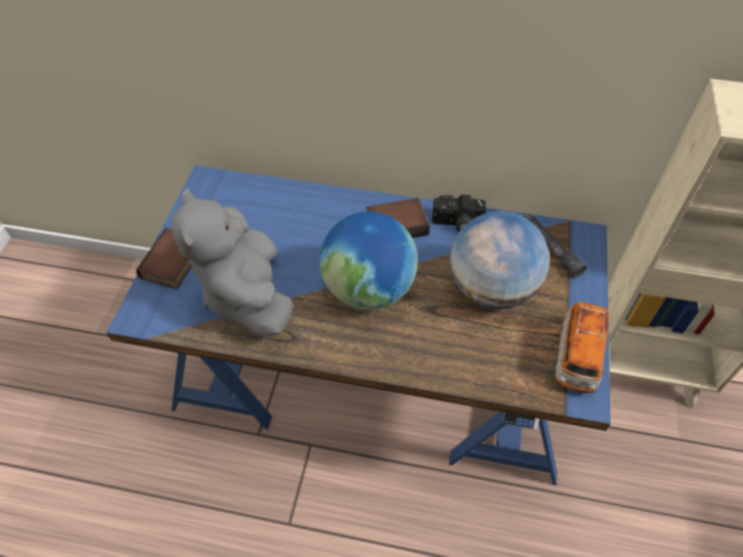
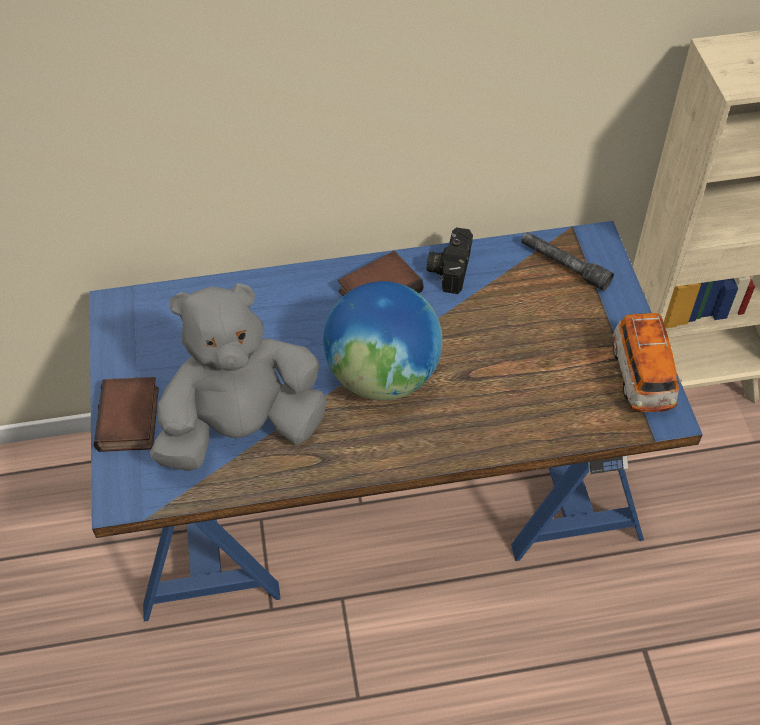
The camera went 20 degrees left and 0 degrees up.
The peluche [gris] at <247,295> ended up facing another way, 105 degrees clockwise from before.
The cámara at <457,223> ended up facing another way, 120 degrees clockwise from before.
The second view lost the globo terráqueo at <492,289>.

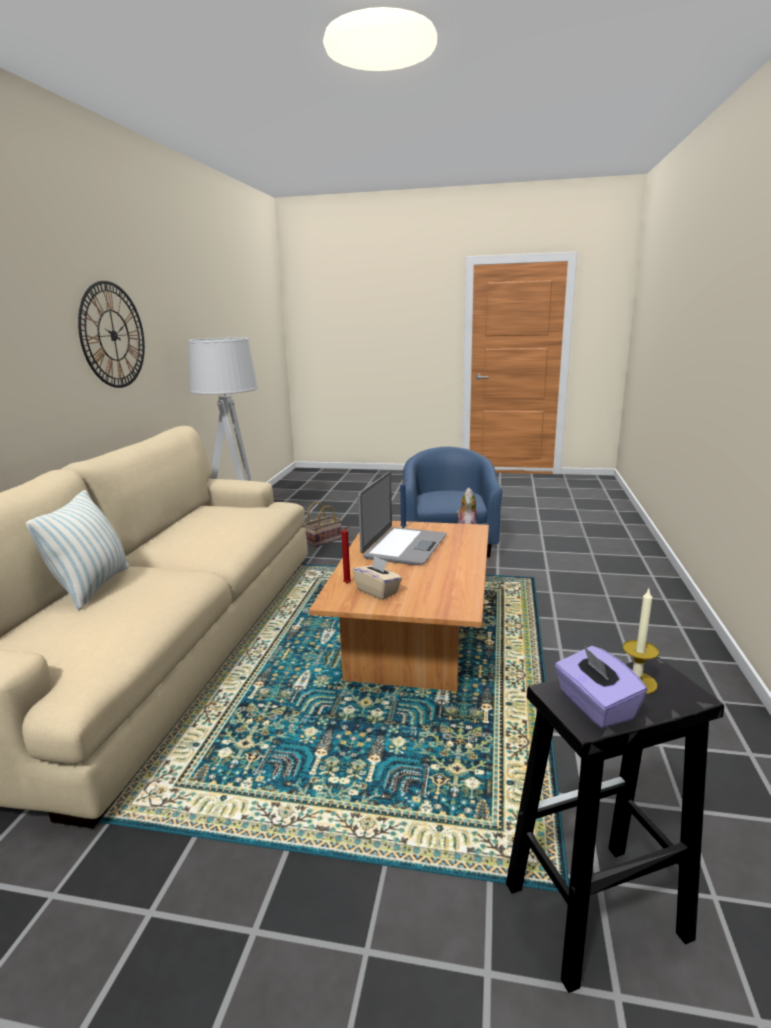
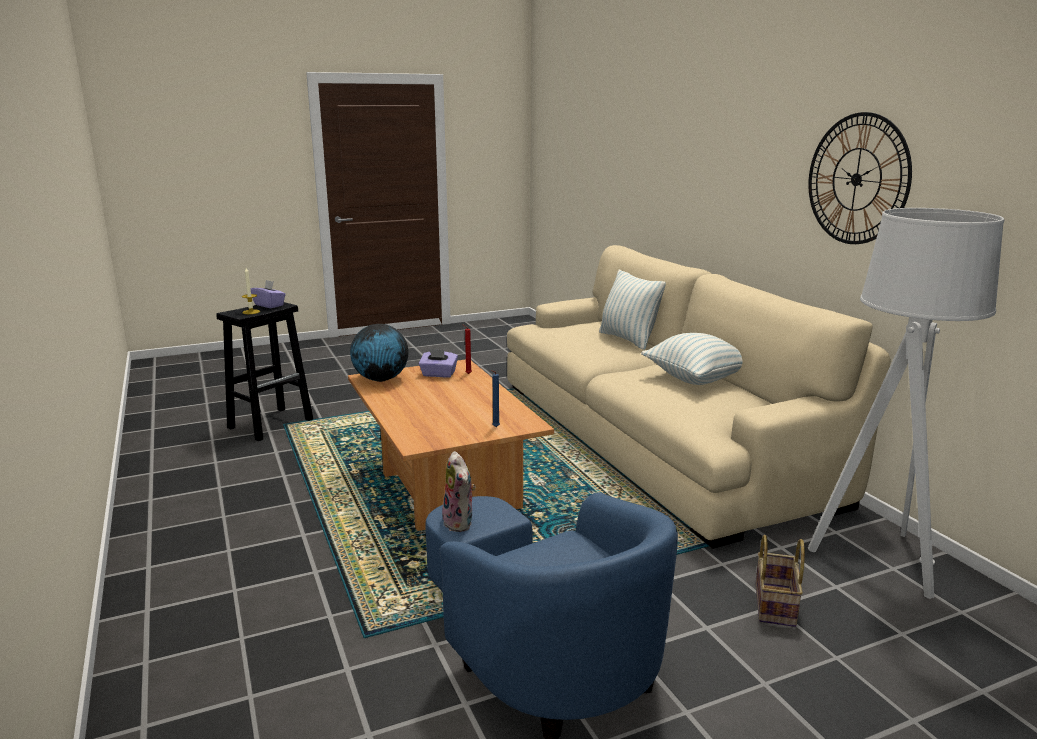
The camera went 145 degrees right and 0 degrees up.
The second view lost the portátil at <404,547>.
What was the caja de pañuelos [beis] at <378,591> turned into the caja de pañuelos [morado] at <438,374>.
The second view gained the globo terráqueo at <380,379>.
The second view gained the cojín at <696,379>.

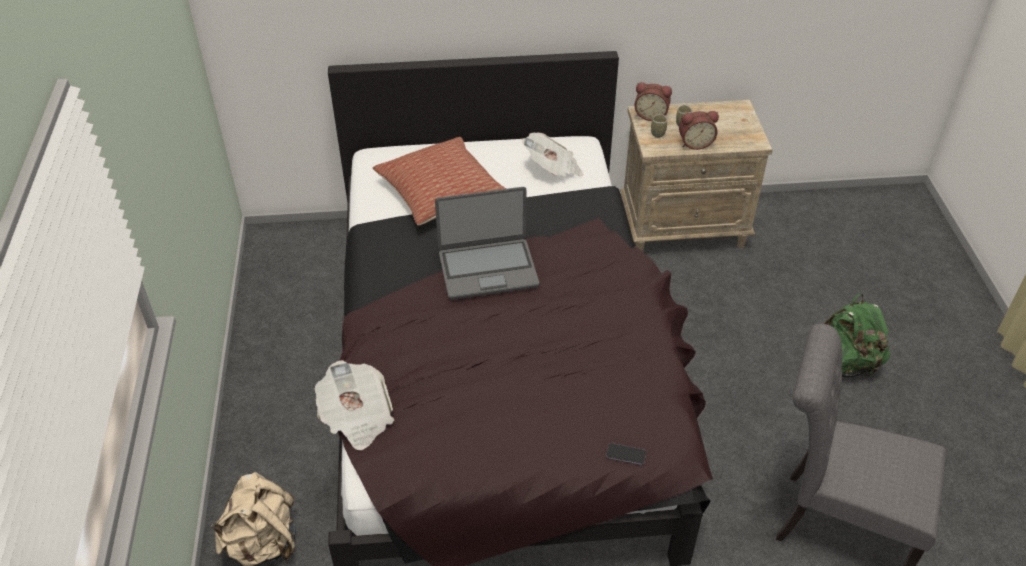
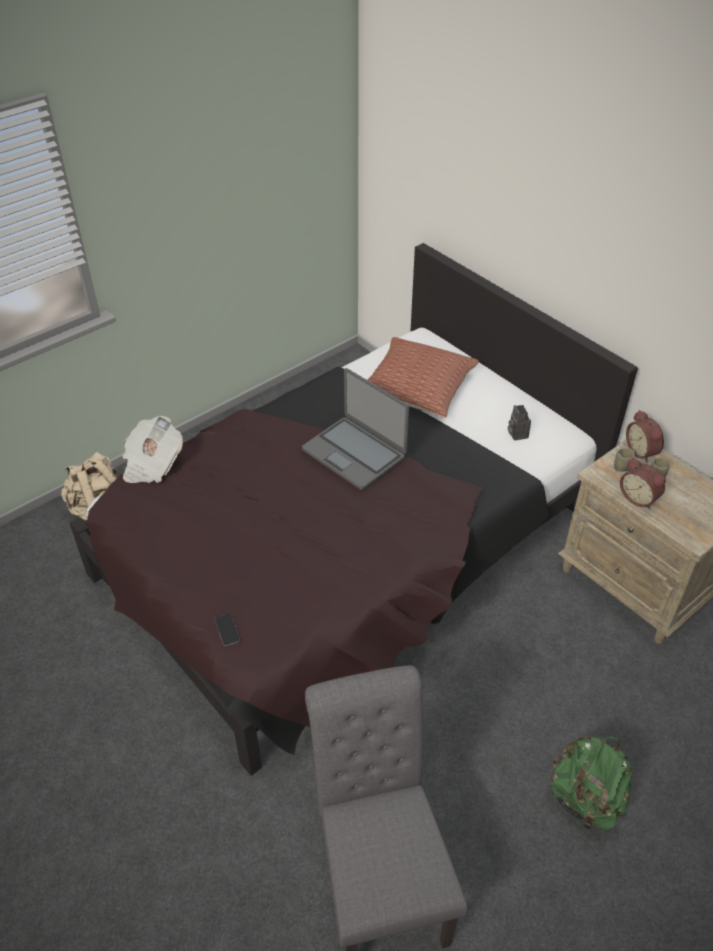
The camera went 55 degrees right and 0 degrees up.
Where the periódico stood at <553,169>, the cámara came to stand at <516,433>.

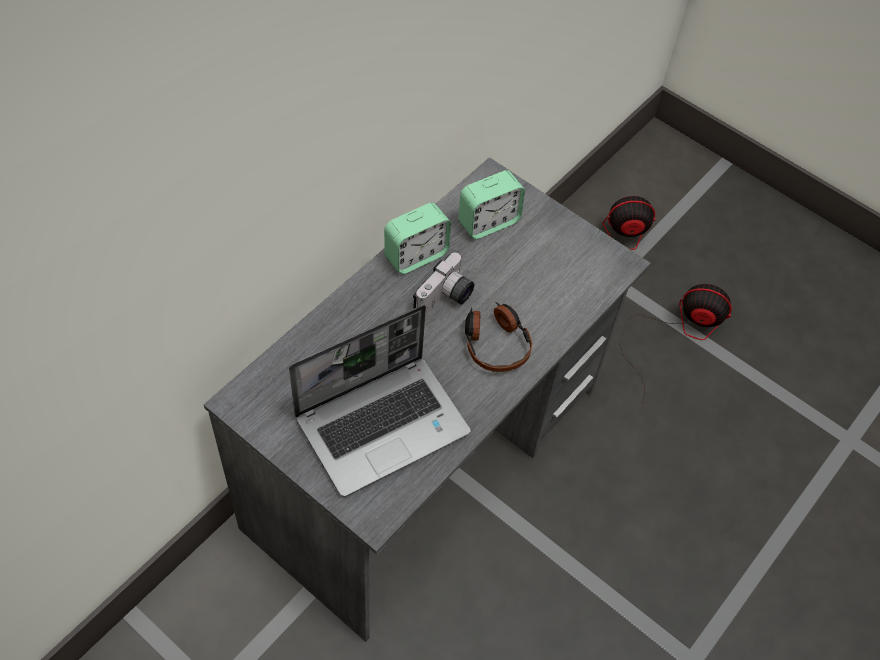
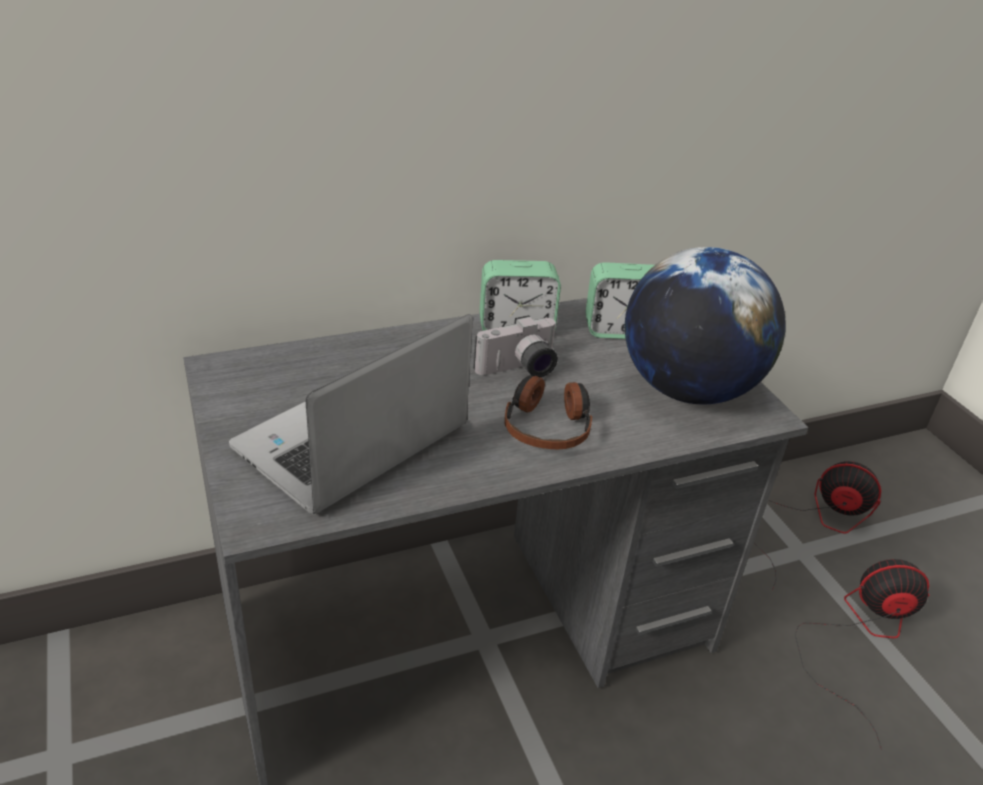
The camera went 30 degrees right and 20 degrees down.
The ventilador at <676,333> ended up facing another way, 45 degrees counterclockwise from before.
The portátil at <383,423> ended up facing another way, 135 degrees clockwise from before.
The second view gained the globo terráqueo at <687,389>.

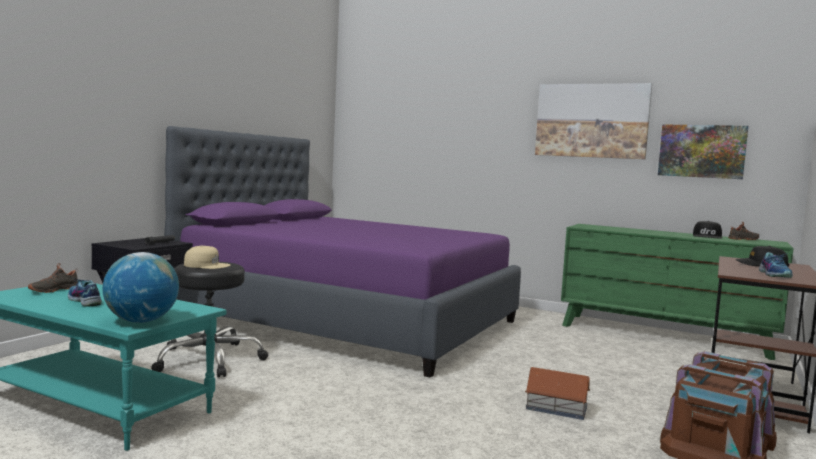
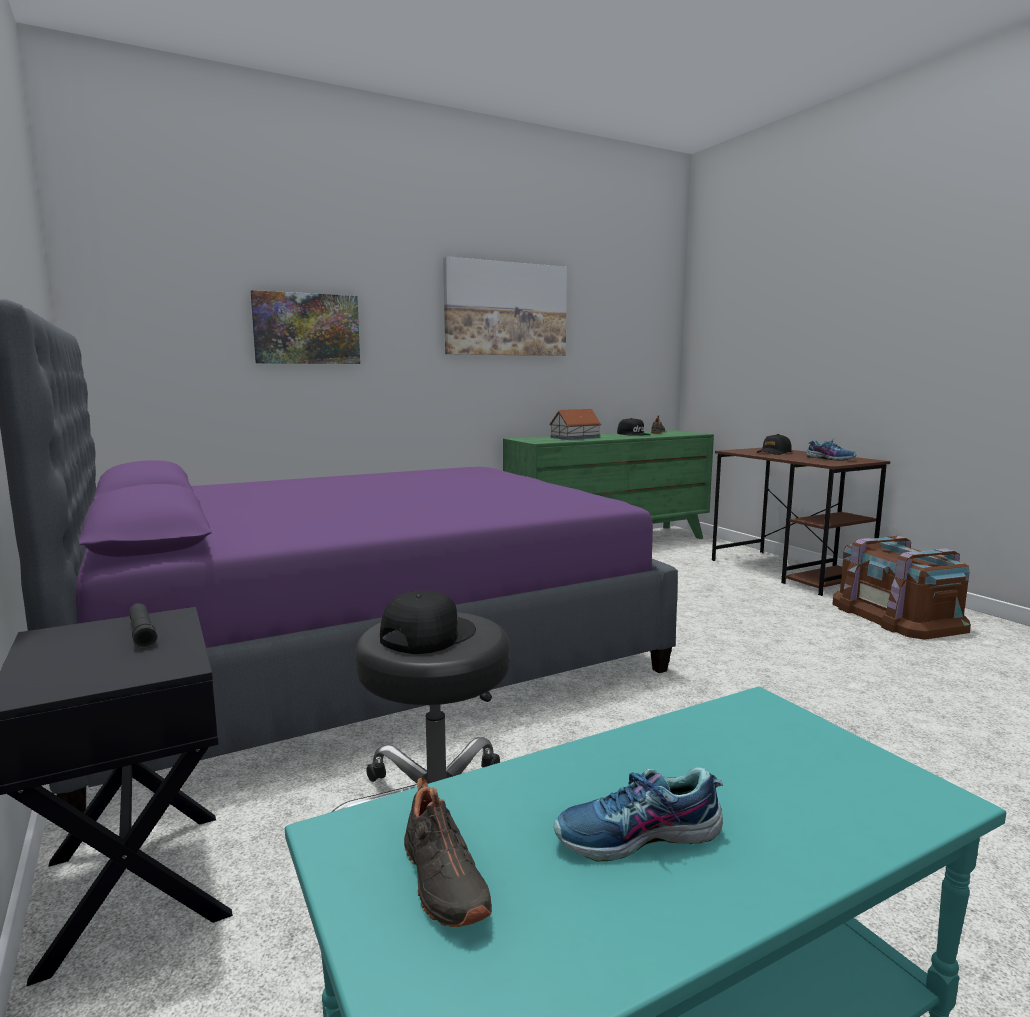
The camera went 55 degrees left and 5 degrees up.
The cuadro ended up elsewhere, having gone from <701,151> to <306,329>.
What was the gorra [beis] at <206,265> turned into the gorra [negro] at <427,635>.
The second view lost the globo terráqueo at <141,321>.
The casita ended up elsewhere, having gone from <557,408> to <575,437>.

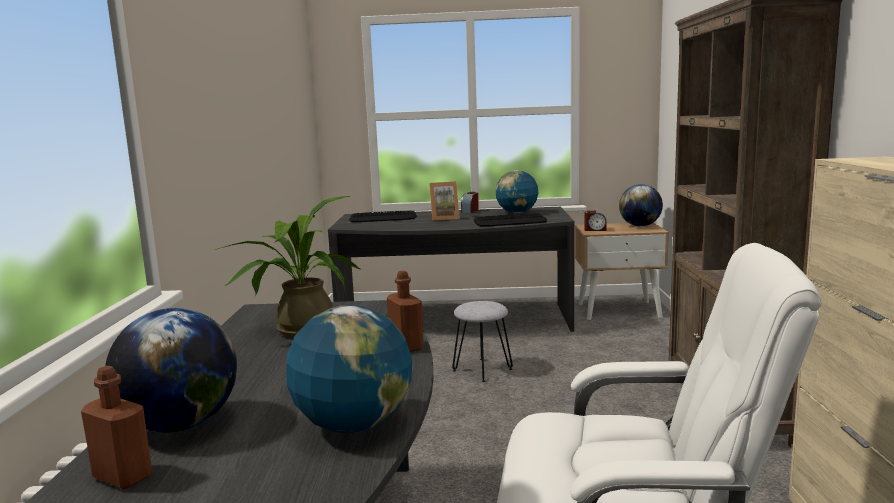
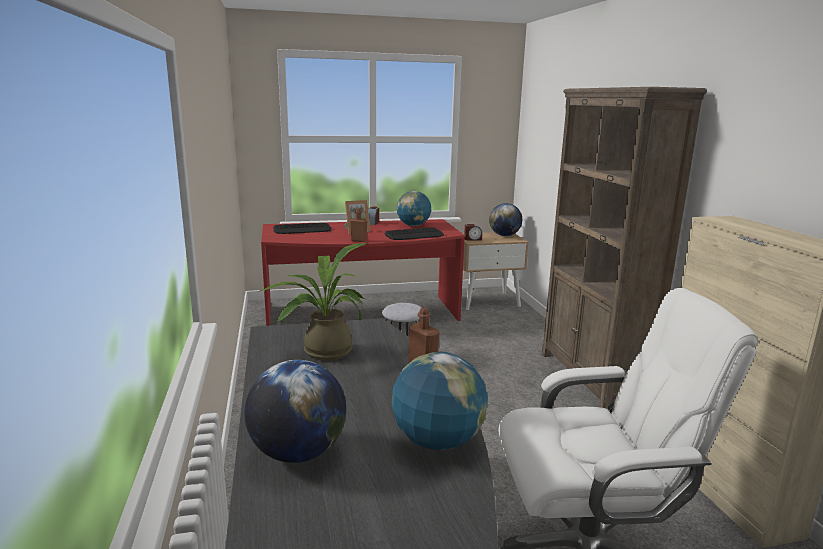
The camera went 15 degrees left and 5 degrees up.
What was the escritorio [gris] at <455,322> turned into the escritorio [rojo] at <362,315>.
The botella [marrón] ended up elsewhere, having gone from <123,477> to <358,240>.

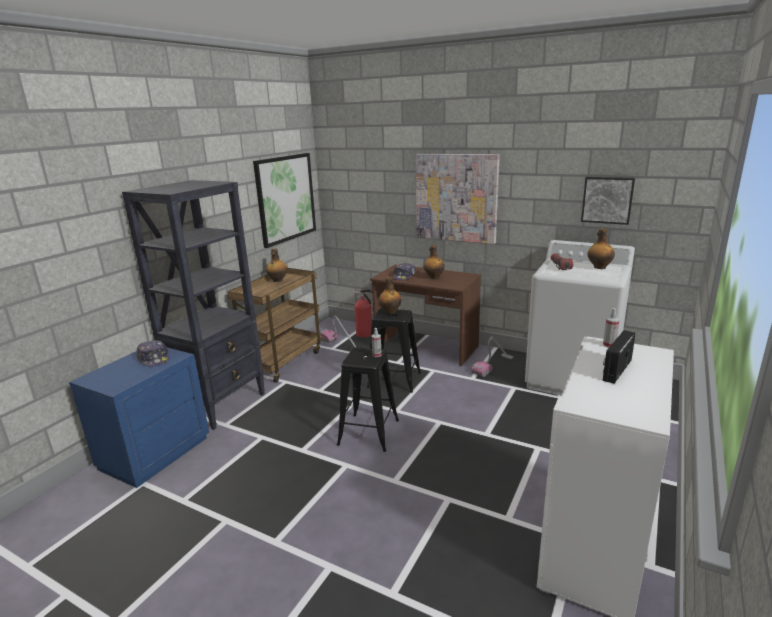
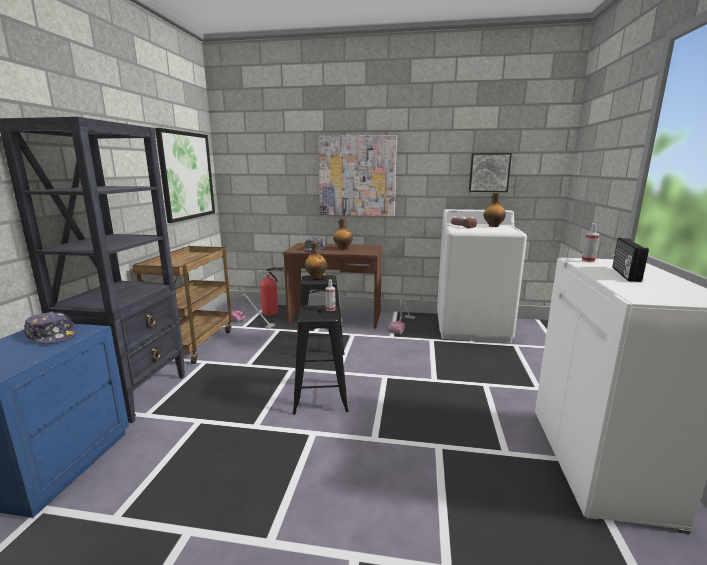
The camera went 20 degrees left and 5 degrees down.
The second view lost the botella at <277,280>.

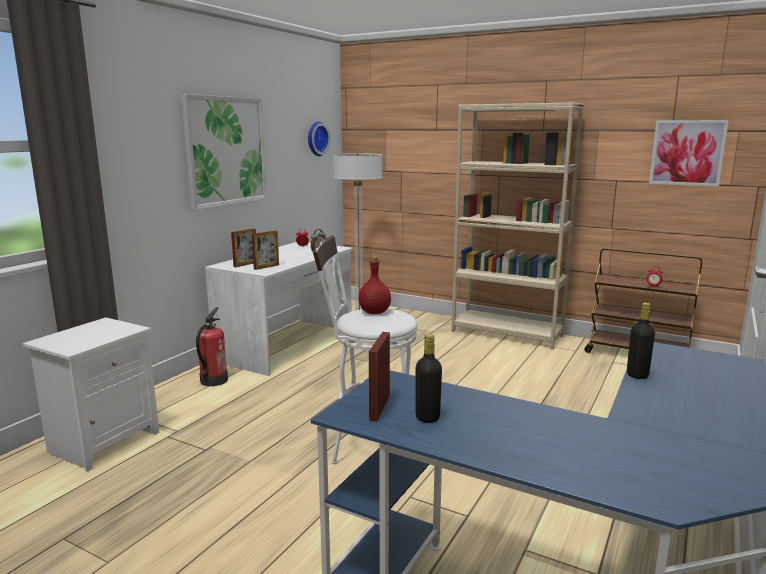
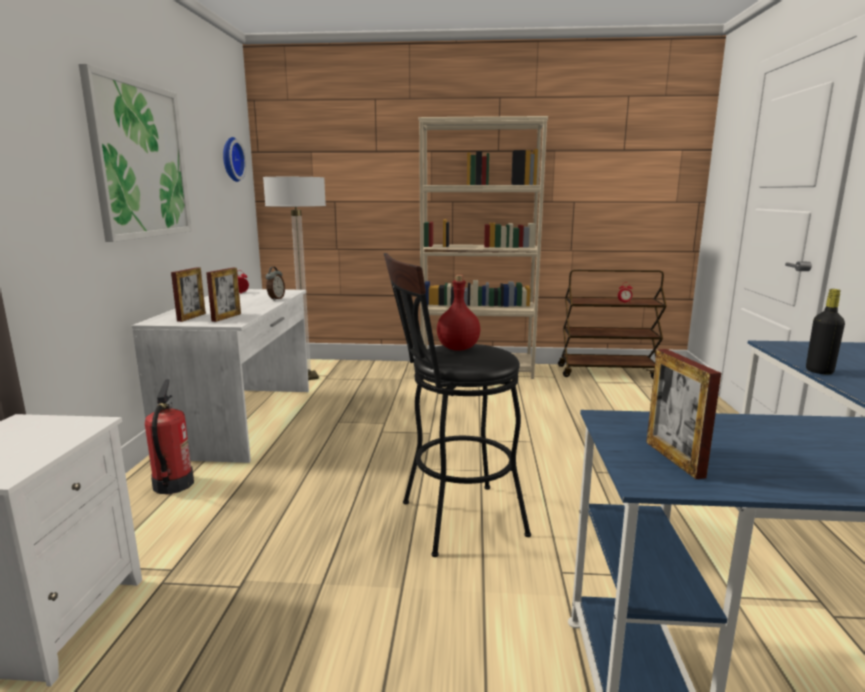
The camera went 25 degrees left and 0 degrees up.
The second view lost the cuadro at <687,152>.
What was the taburete [blanco] at <367,444> turned into the taburete [negro] at <452,520>.
The second view lost the botella [negro] at <427,417>.

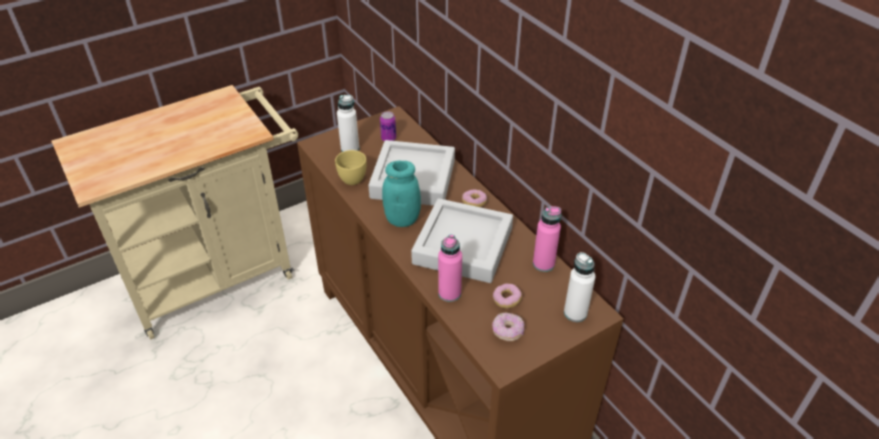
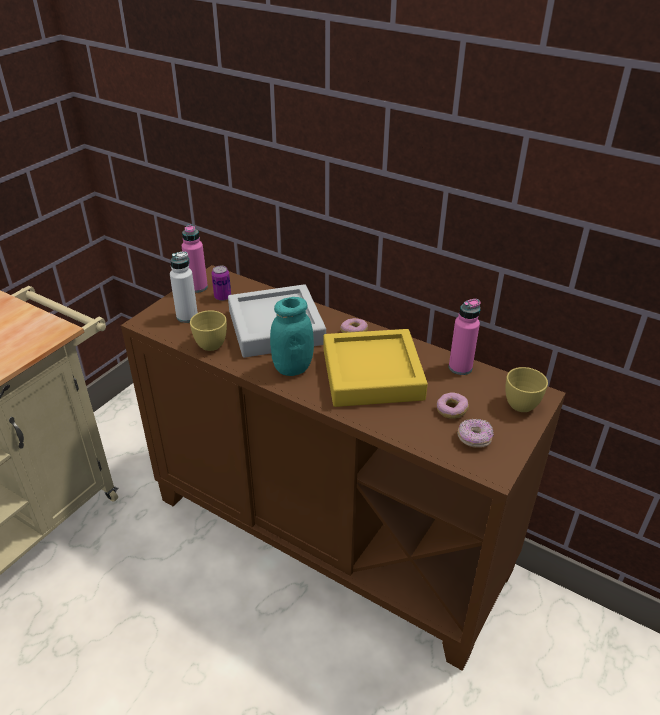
The camera went 25 degrees left and 5 degrees down.
What was the bandeja [gris] at <463,246> turned into the bandeja [amarillo] at <372,374>.
The botella [rosa] ended up elsewhere, having gone from <449,293> to <197,287>.
Where the botella [blanco] stood at <575,313>, the taza [amarillo] came to stand at <521,402>.

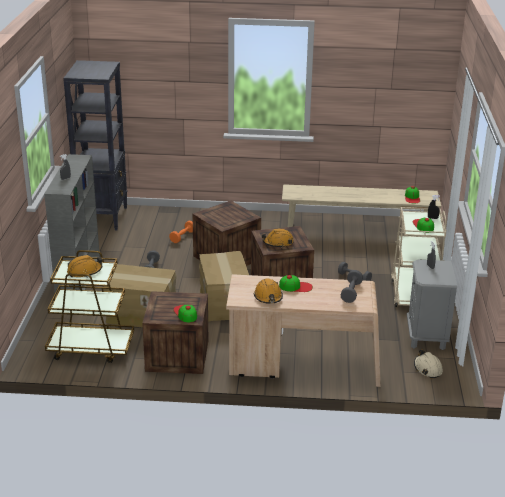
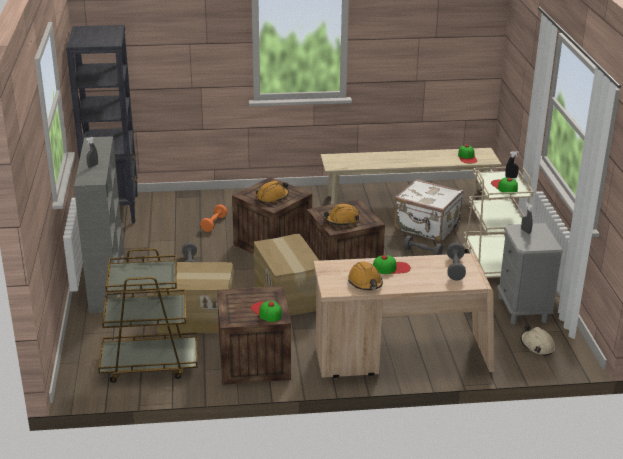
The camera went 10 degrees left and 0 degrees up.
The casco [naranja] ended up elsewhere, having gone from <84,271> to <272,197>.
The second view gained the maleta [blanco] at <427,227>.

